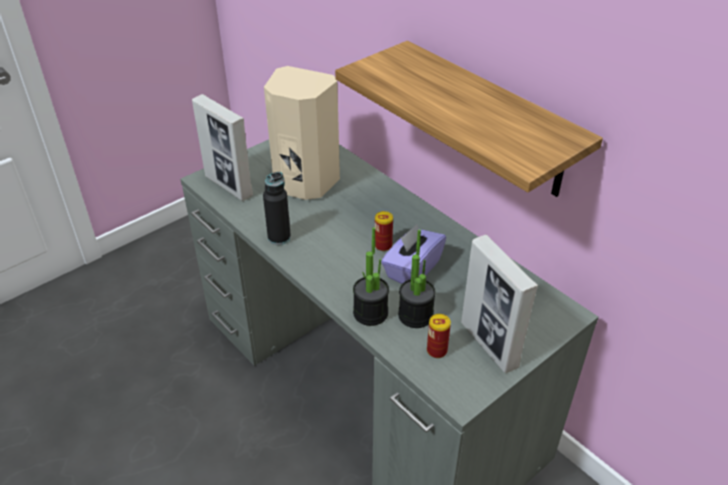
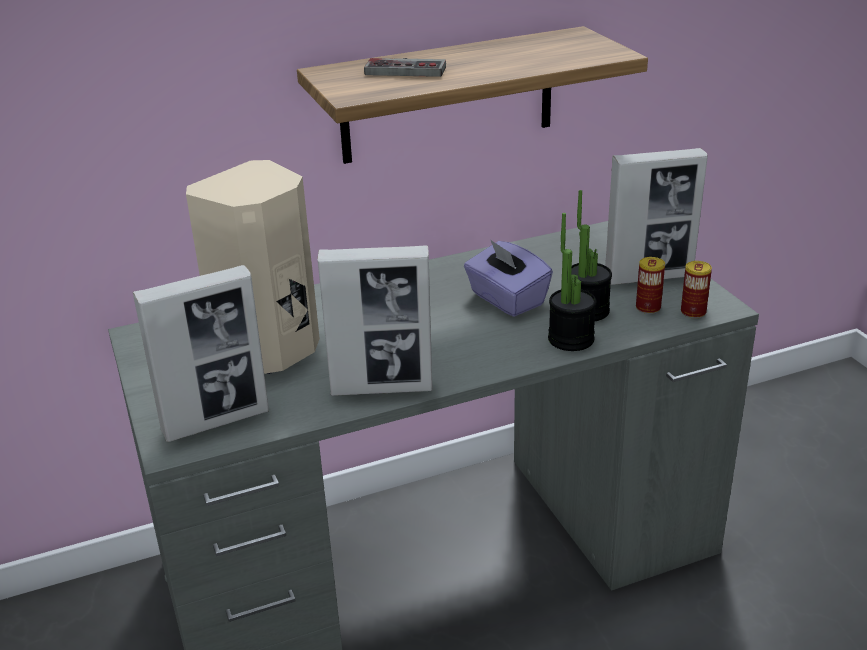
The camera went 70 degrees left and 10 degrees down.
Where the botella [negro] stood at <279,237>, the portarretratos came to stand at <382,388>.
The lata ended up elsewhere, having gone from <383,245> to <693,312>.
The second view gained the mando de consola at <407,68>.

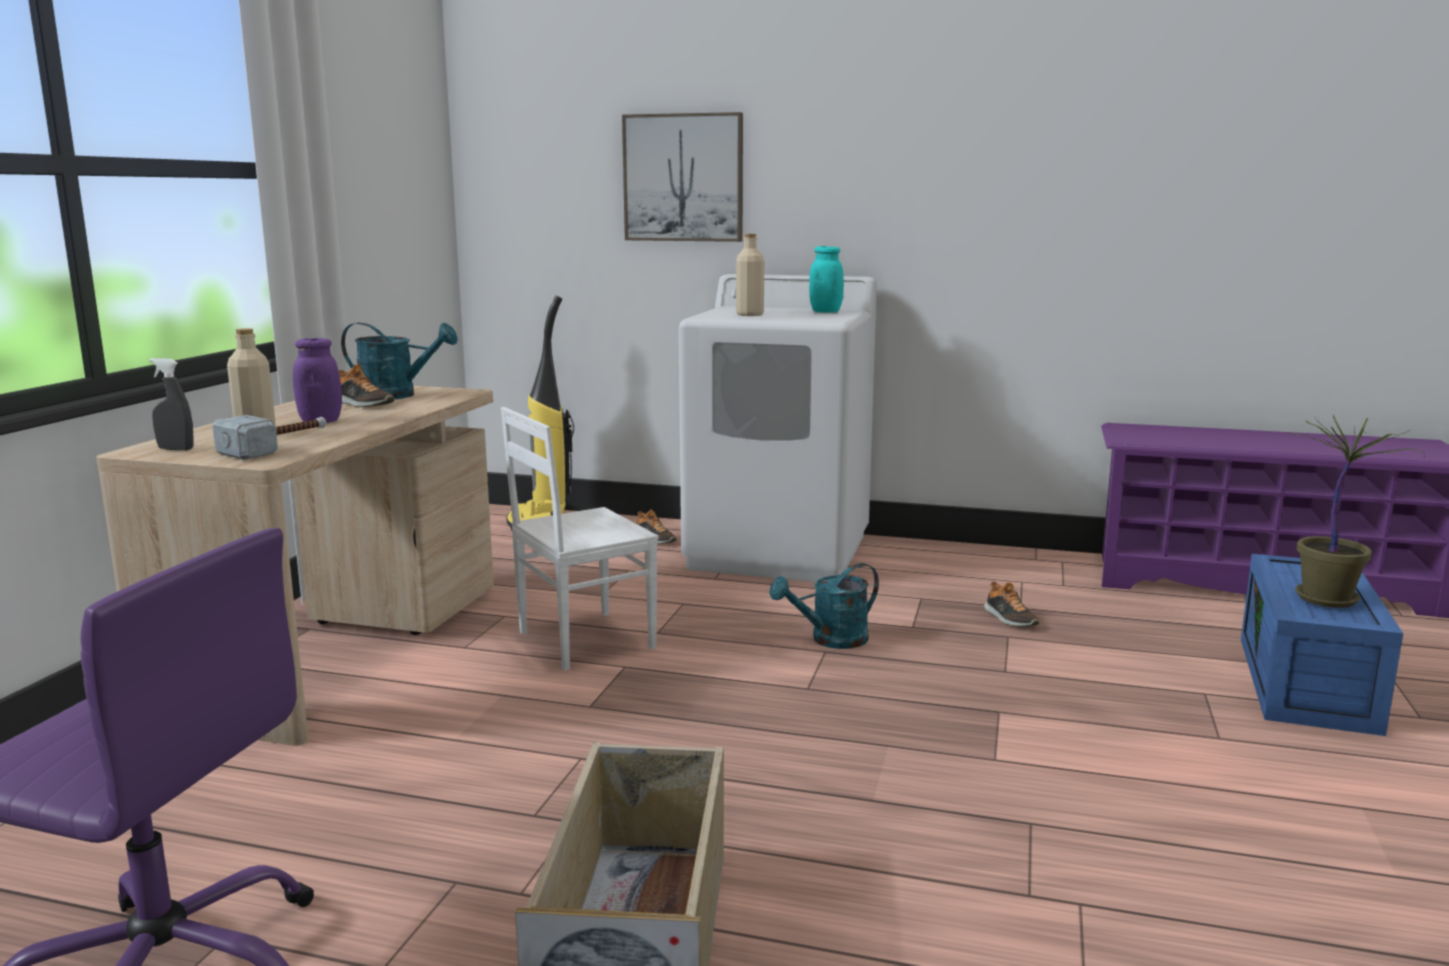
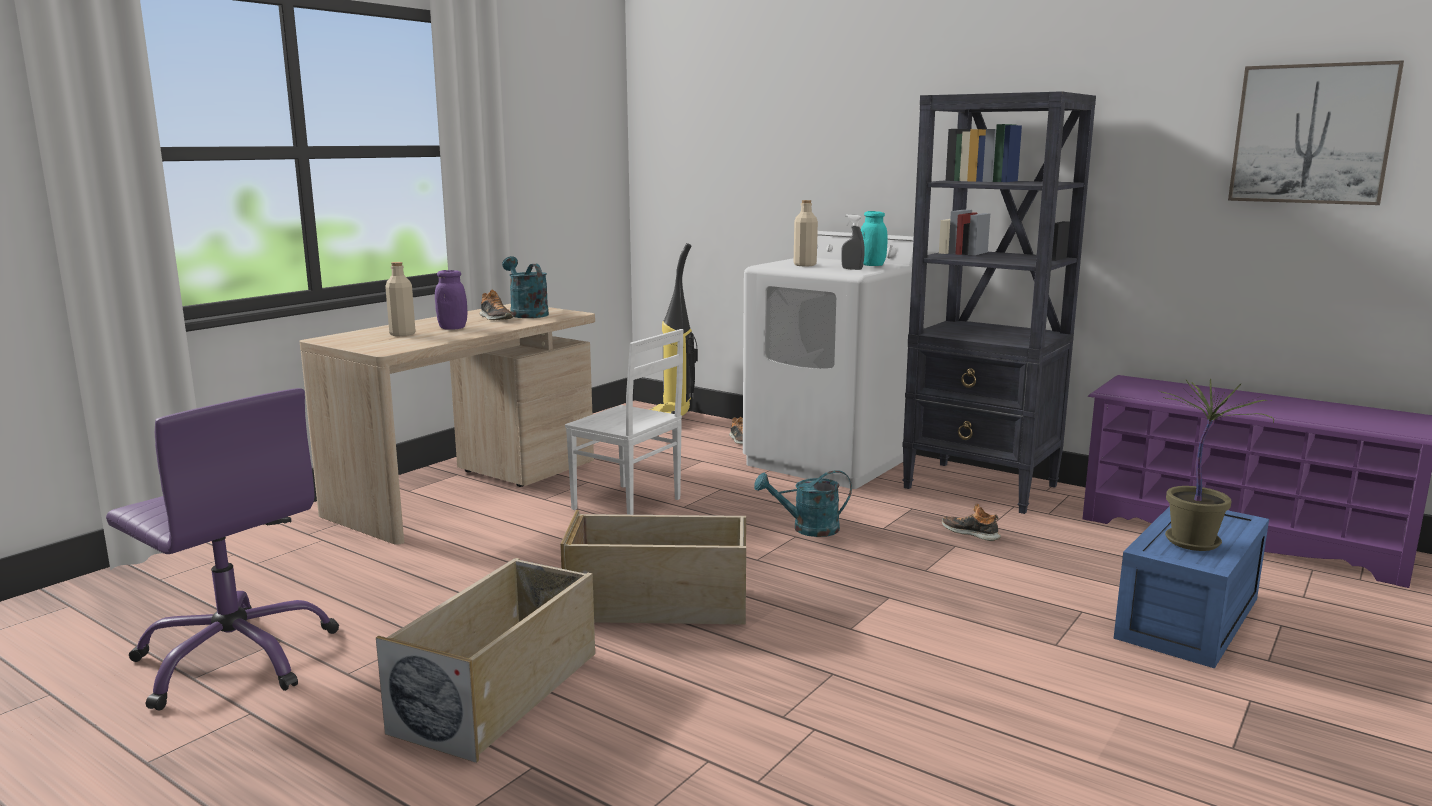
The camera went 20 degrees right and 0 degrees up.
The cuadro ended up elsewhere, having gone from <683,178> to <1312,134>.
The regadera [turquesa] at <397,395> ended up facing another way, 150 degrees counterclockwise from before.
The pulverizador [gris] ended up elsewhere, having gone from <176,449> to <852,269>.
The silla [blanco] at <583,640> ended up facing another way, 135 degrees counterclockwise from before.
The second view lost the martillo at <278,447>.
The zapato at <1009,619> ended up facing another way, 135 degrees clockwise from before.
The second view gained the estantería [negro] at <981,487>.
The second view gained the caja de almacenaje [beis] at <660,605>.

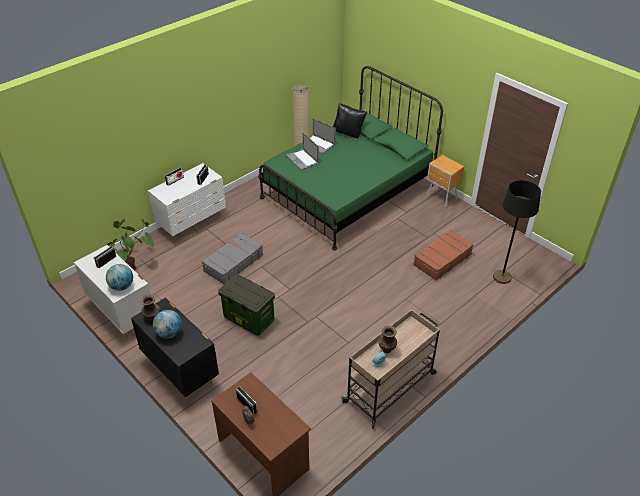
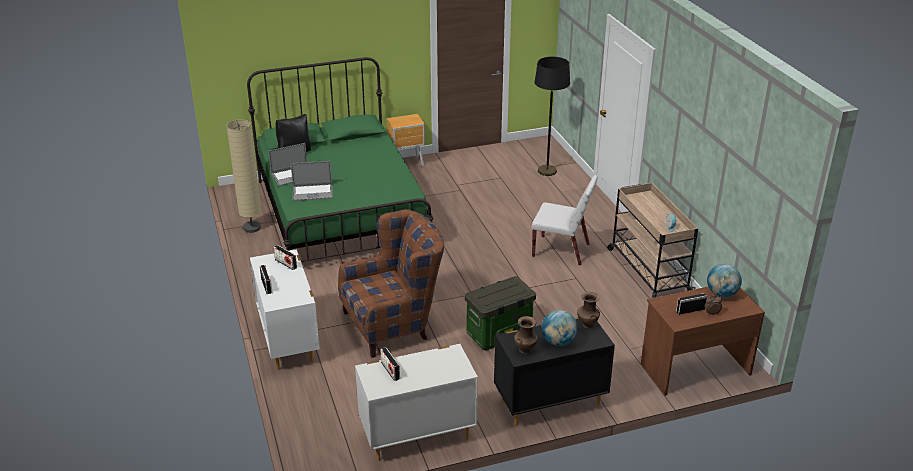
The camera went 65 degrees left and 10 degrees down.
The second view lost the planta en maceta at <132,265>.
The second view lost the maleta [marrón] at <442,260>.
Where the maleta [gris] stood at <233,263>, the sillón [marrón] came to stand at <394,324>.
The globo terráqueo ended up elsewhere, having gone from <122,286> to <721,294>.
The florero [marrón] ended up elsewhere, having gone from <387,349> to <587,324>.
The second view gained the silla [blanco] at <561,250>.

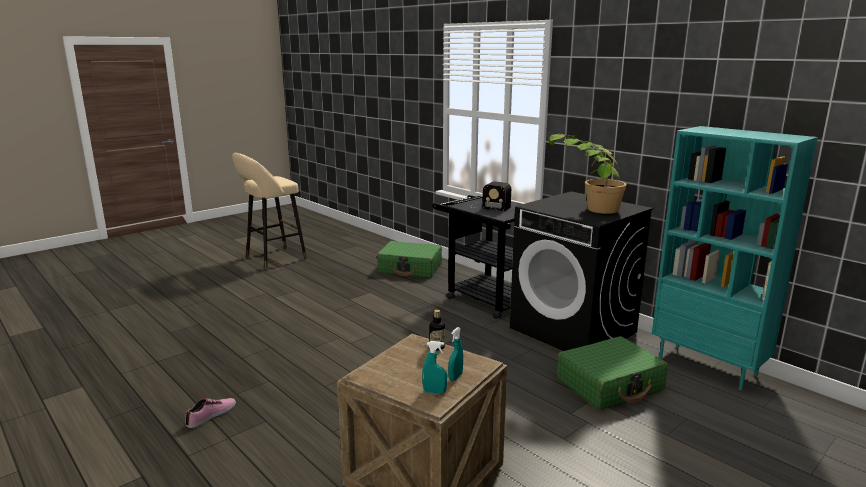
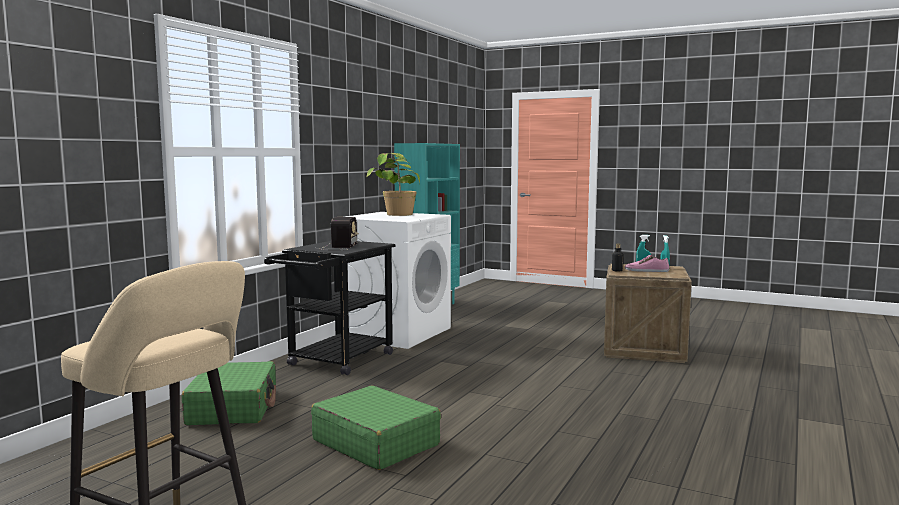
The camera went 110 degrees left and 10 degrees down.
What was the lavadora [negro] at <573,330> turned into the lavadora [blanco] at <396,332>.
The maleta [verde] ended up elsewhere, having gone from <610,384> to <375,442>.
The zapato ended up elsewhere, having gone from <212,415> to <646,270>.

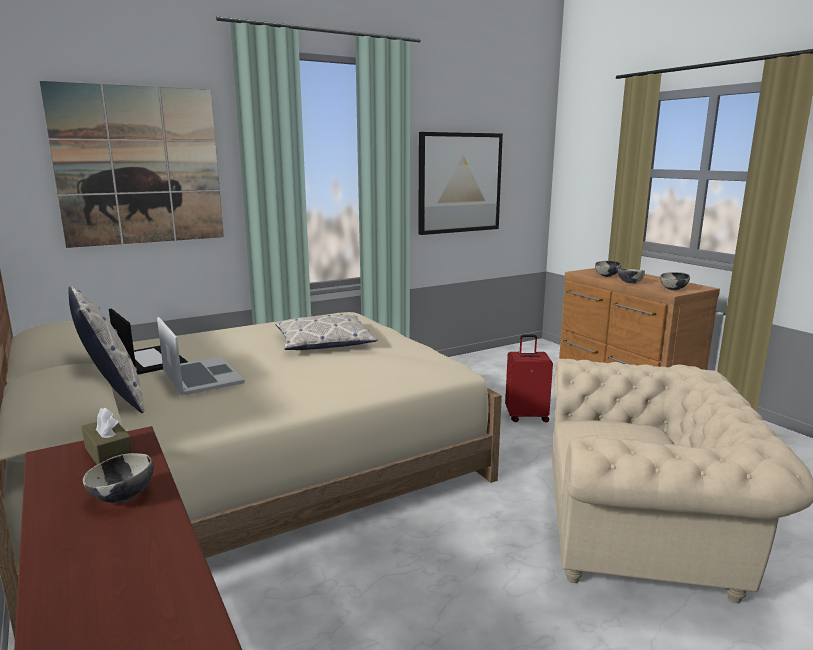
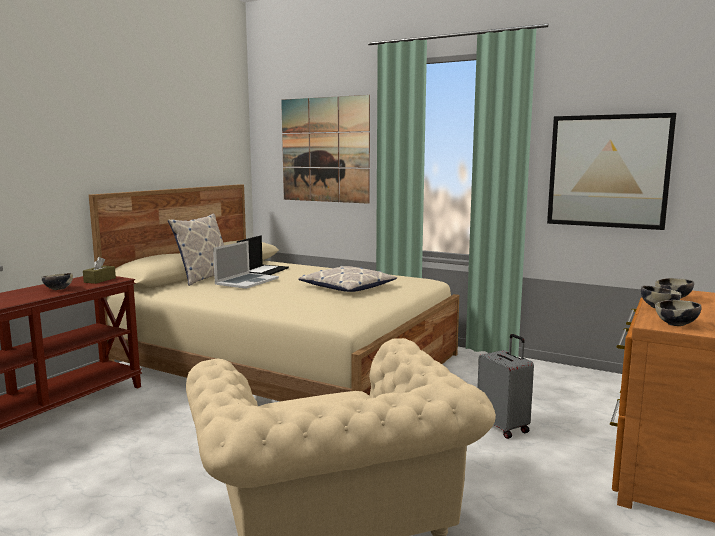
The camera went 60 degrees right and 5 degrees down.
What was the maleta [rojo] at <526,416> turned into the maleta [gris] at <504,427>.

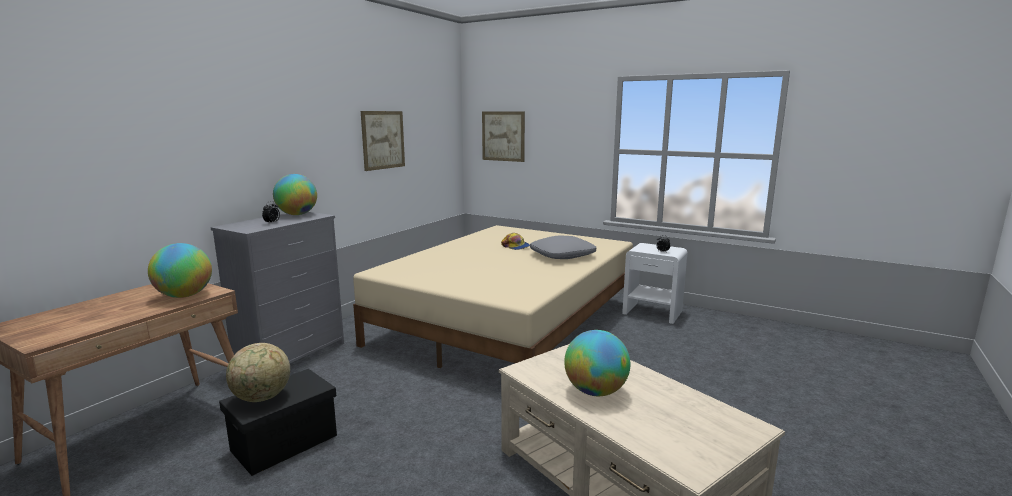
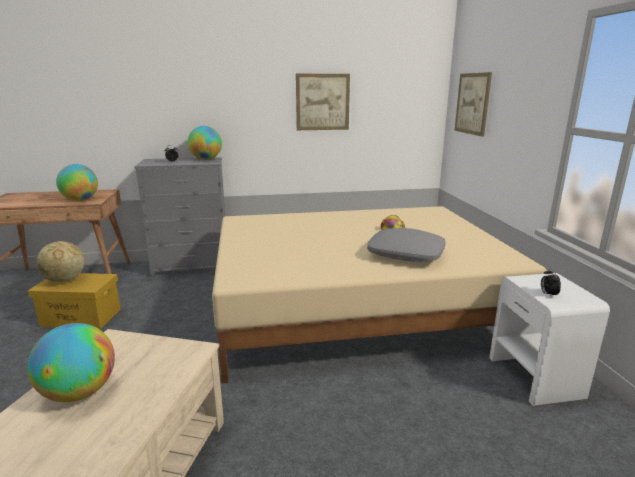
The camera went 50 degrees right and 5 degrees up.
What was the caja de almacenaje [negro] at <284,443> turned into the caja de almacenaje [amarillo] at <80,318>.

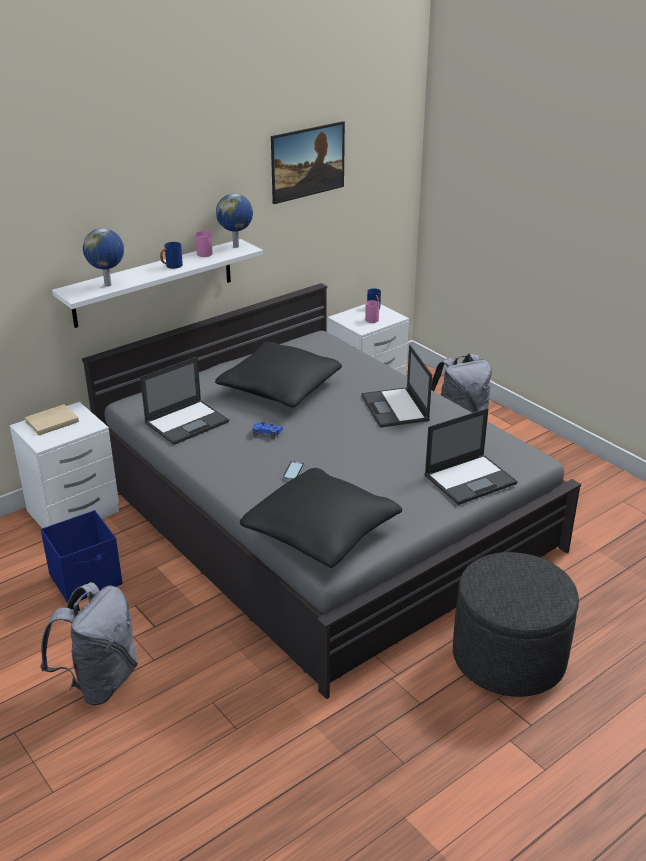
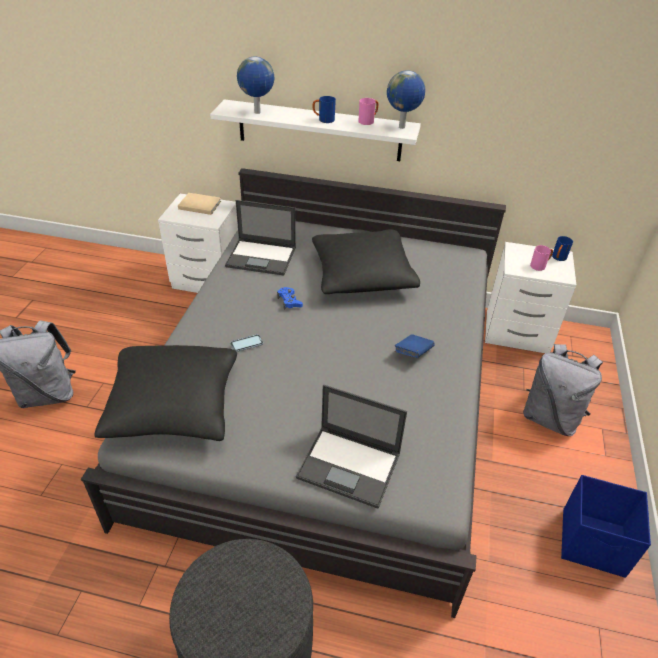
The camera went 50 degrees right and 10 degrees up.
The second view lost the cuadro at <308,178>.
Where the portátil stood at <395,408>, the libro [azul] came to stand at <413,353>.
The caja de almacenaje [azul] ended up elsewhere, having gone from <87,580> to <593,543>.

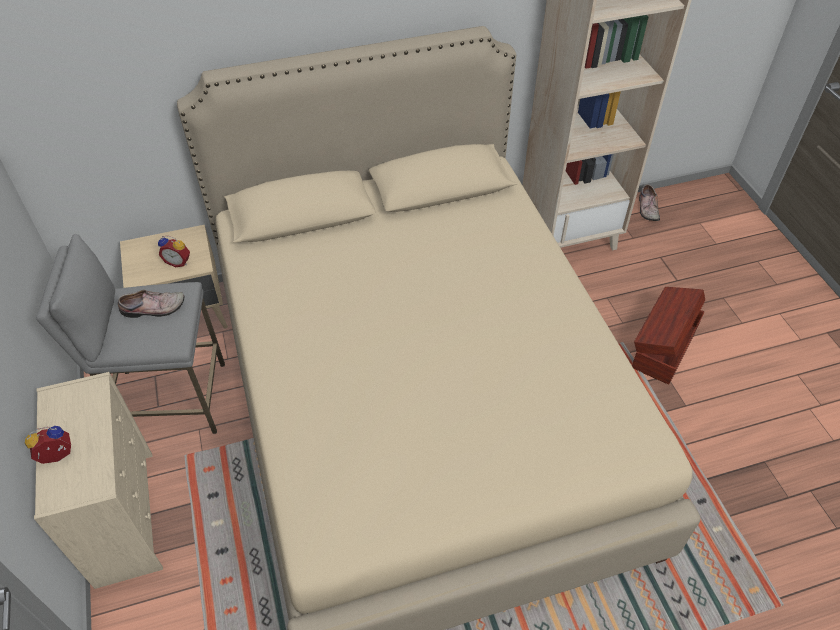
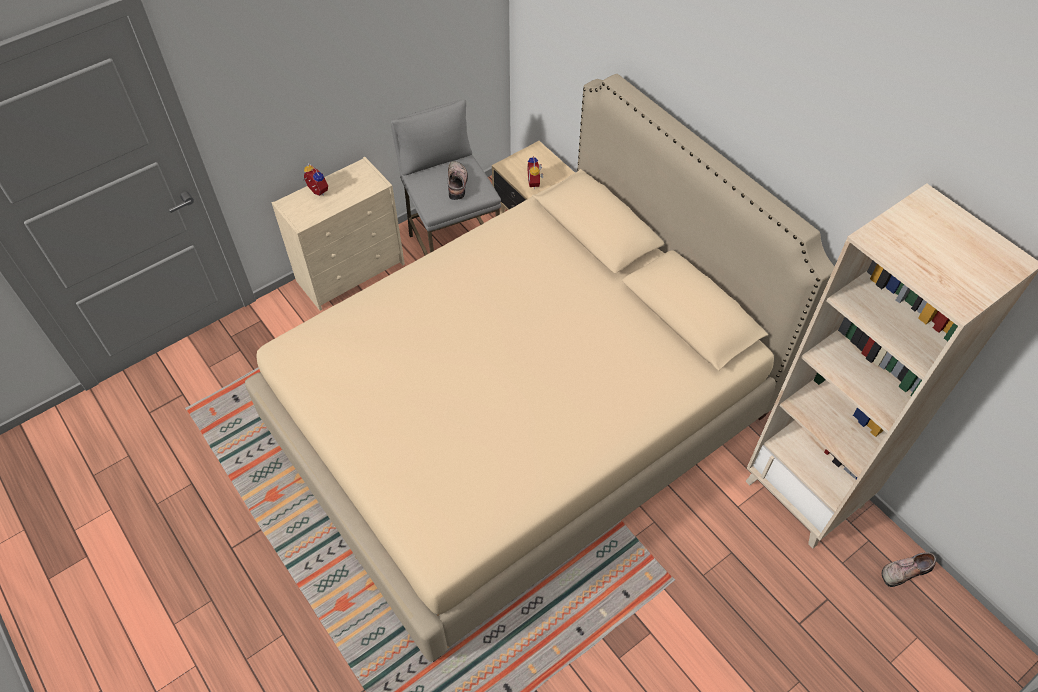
The camera went 70 degrees right and 5 degrees up.
The second view lost the caja de almacenaje [marrón] at <663,347>.
The zapato at <154,309> ended up facing another way, 150 degrees counterclockwise from before.

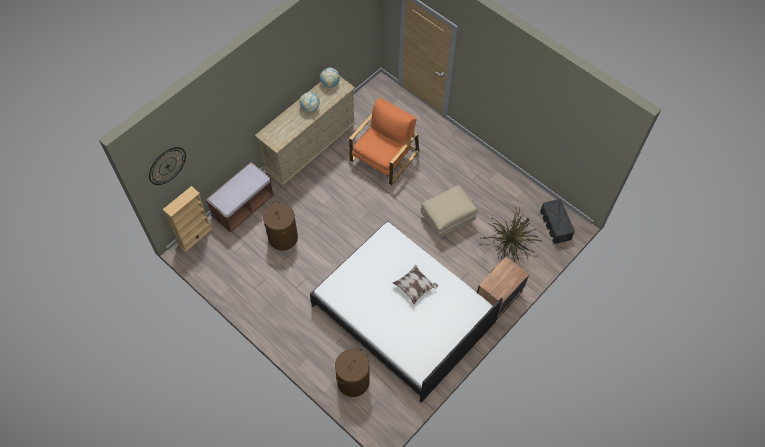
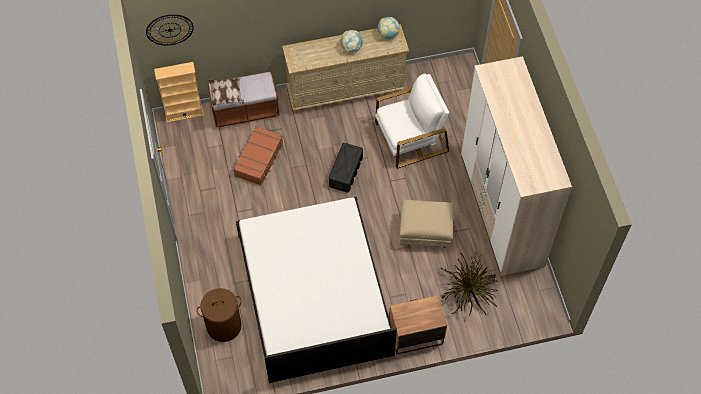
The camera went 35 degrees right and 0 degrees up.
What was the sillón [naranja] at <384,156> turned into the sillón [blanco] at <411,137>.
The caja de almacenaje [negro] ended up elsewhere, having gone from <555,225> to <345,172>.
Where the cesto de la ropa [marrón] stood at <283,237>, the maleta [marrón] came to stand at <259,159>.
The cojín ended up elsewhere, having gone from <415,287> to <227,96>.
The second view gained the armario ropero at <501,209>.

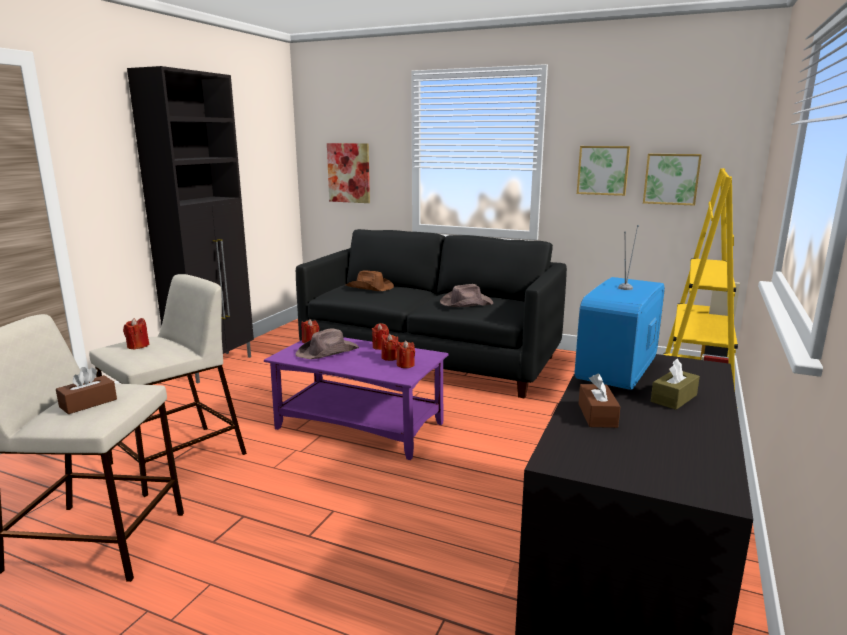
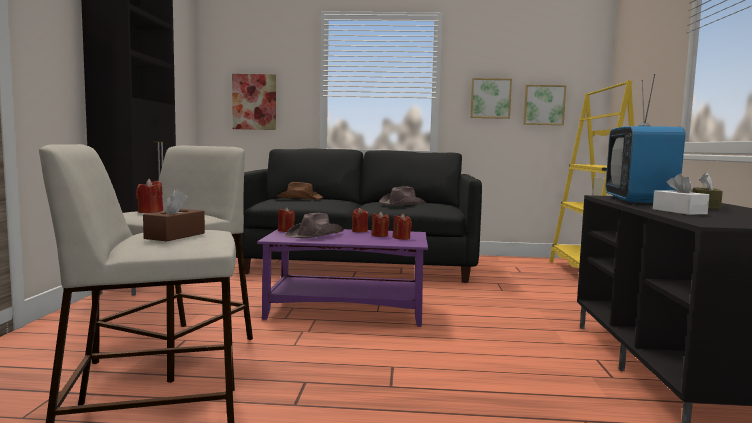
The camera went 20 degrees left and 10 degrees down.
What was the caja de pañuelos [marrón] at <597,415> turned into the caja de pañuelos [blanco] at <679,211>.

